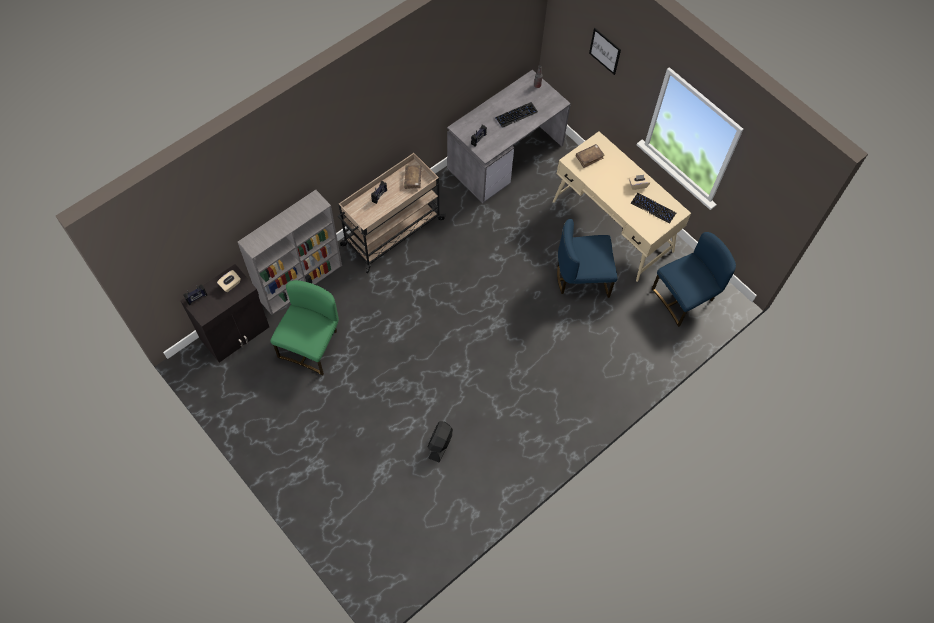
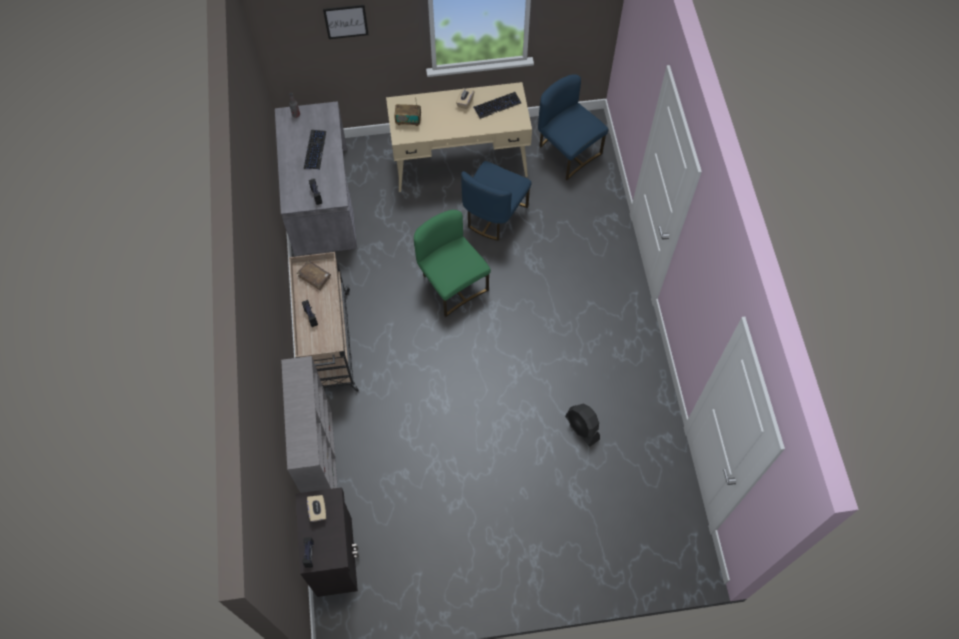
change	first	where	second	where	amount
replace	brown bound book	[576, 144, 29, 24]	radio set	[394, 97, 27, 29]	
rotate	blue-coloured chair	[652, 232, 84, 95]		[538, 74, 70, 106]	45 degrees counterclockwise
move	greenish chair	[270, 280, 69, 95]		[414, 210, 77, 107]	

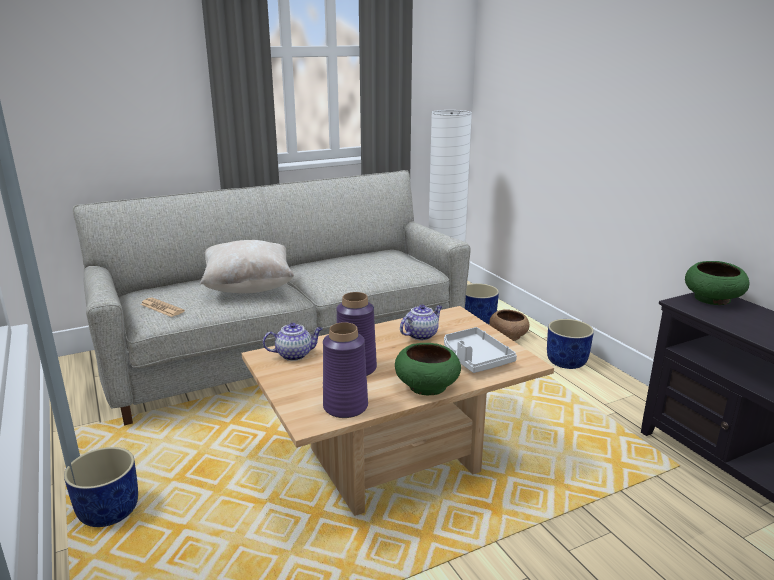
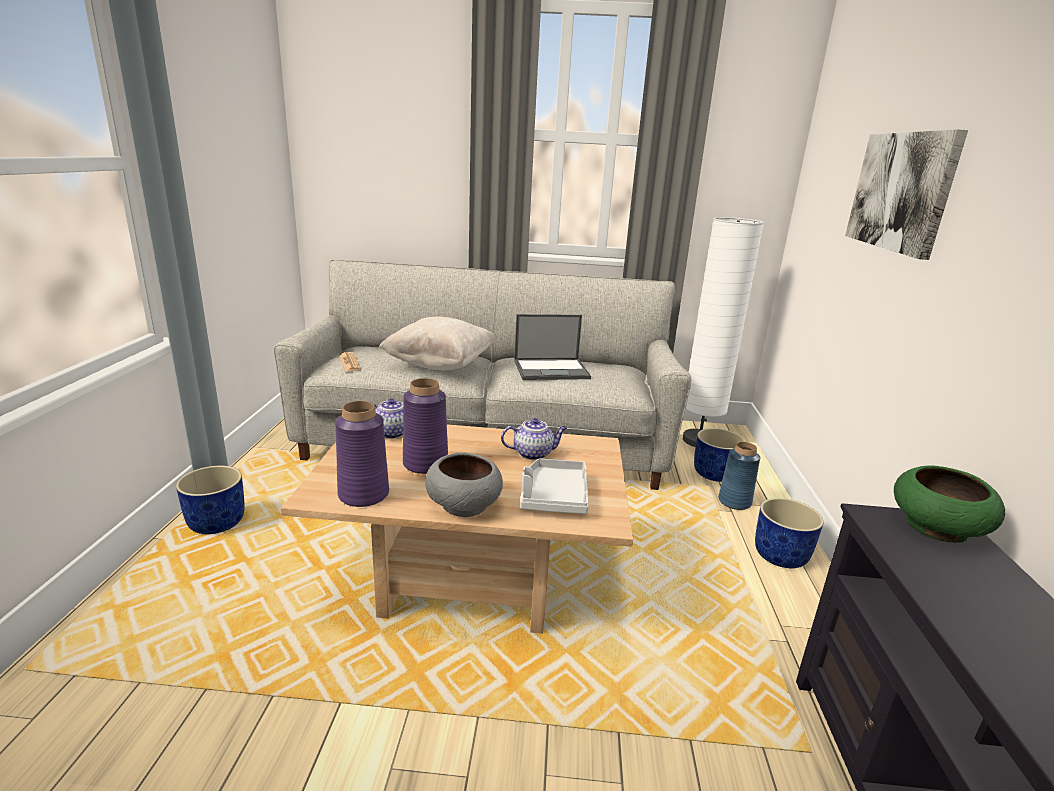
change	first	where	second	where	amount
replace	brown serving bowl	[489, 309, 40, 32]	blue-coloured flower vase	[718, 442, 42, 68]	
recolor	greenish serving bowl	[395, 343, 66, 52]	greyish serving bowl	[425, 452, 78, 65]	
insert			wall art	[845, 129, 123, 131]	
insert			laptop	[514, 314, 77, 66]	

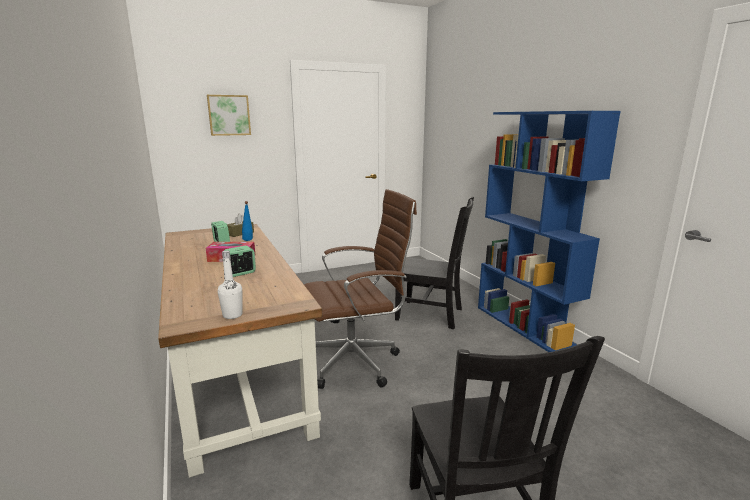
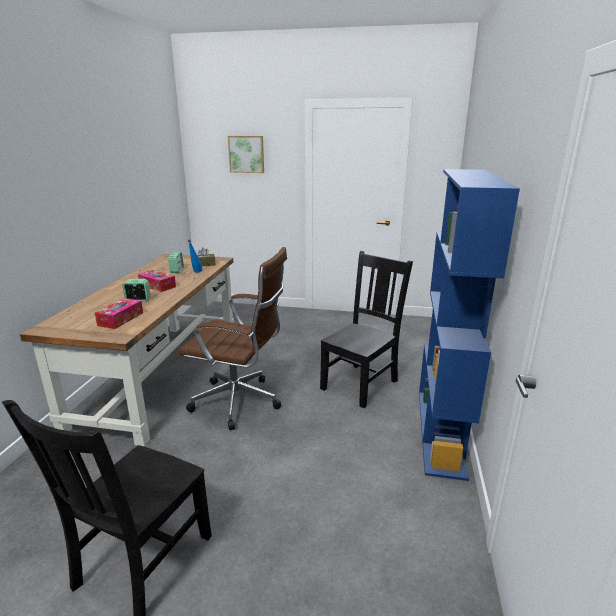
change	first	where	second	where	amount
rotate	black-coloured chair	[395, 197, 79, 132]		[320, 251, 93, 157]	105 degrees counterclockwise
delete	whitish bottle	[218, 251, 25, 68]			
insert			tissue holder	[95, 298, 48, 31]	

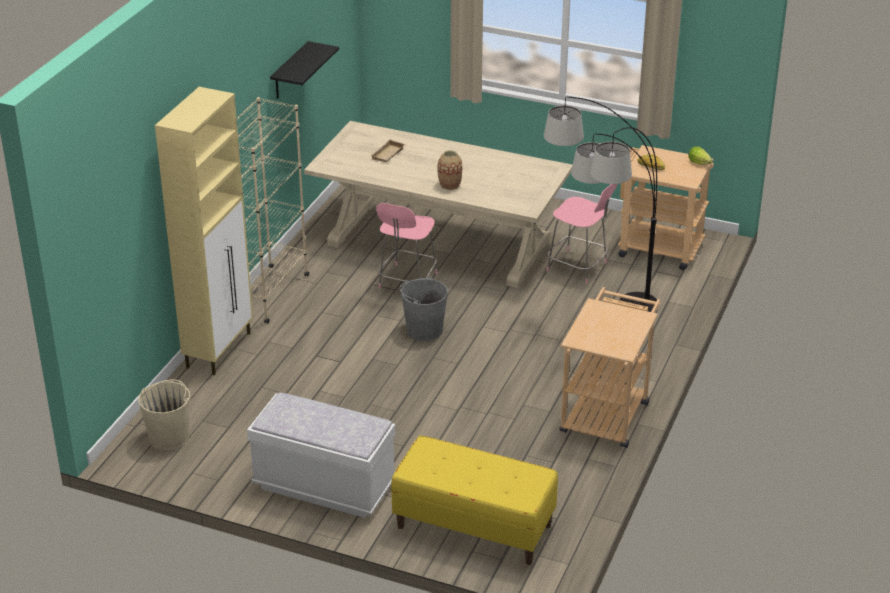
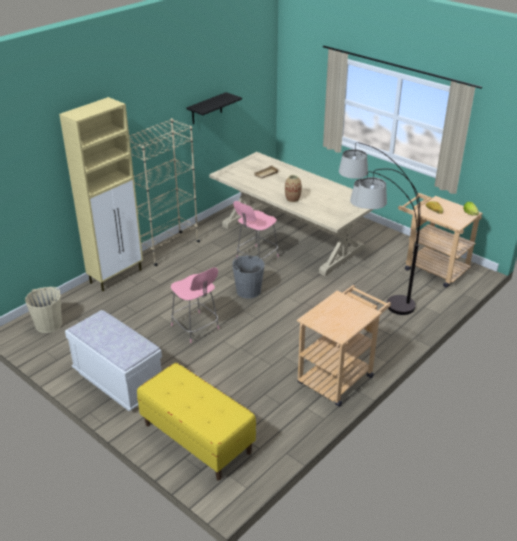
change	first	where	second	where	amount
move	pink chair	[547, 184, 70, 100]		[171, 268, 48, 75]	

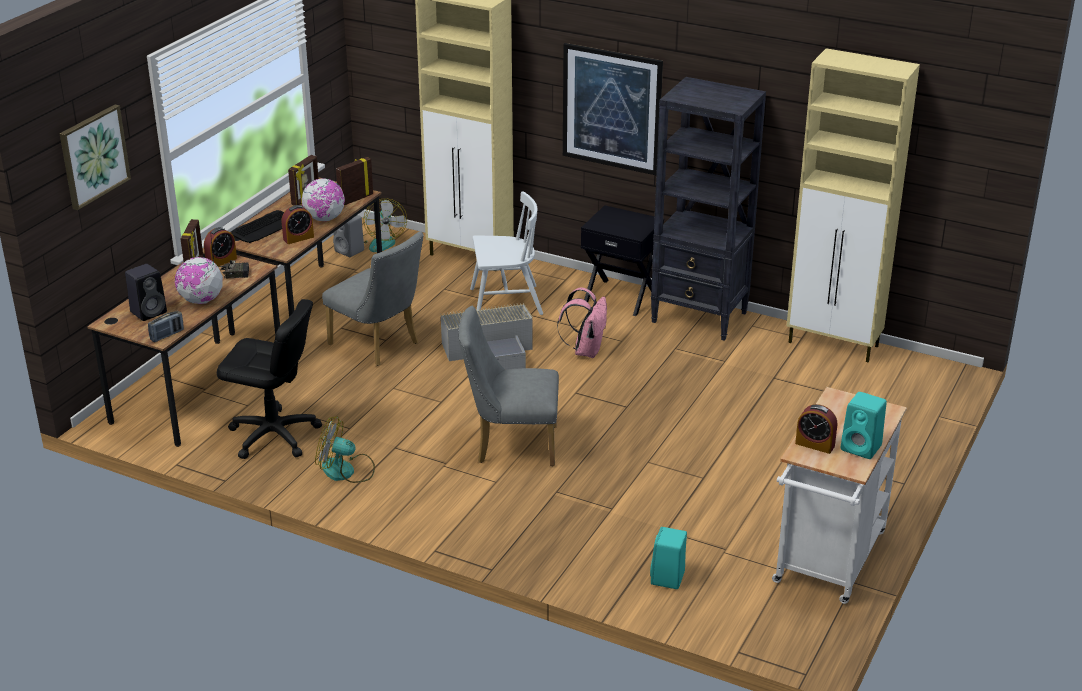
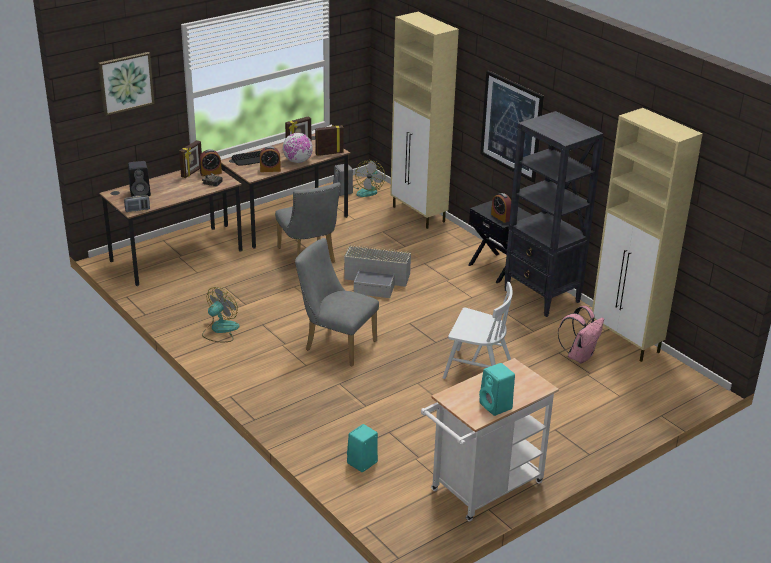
change	first	where	second	where	amount
move	whitish chair	[470, 191, 73, 124]		[443, 282, 70, 97]	
delete	world globe	[175, 257, 48, 47]			
move	pink backpack	[557, 287, 50, 71]		[558, 306, 46, 57]	
delete	black-coloured desk chair	[217, 299, 105, 160]			
move	bedside clock	[795, 404, 42, 50]		[491, 193, 20, 30]	
rotate	electric fan	[315, 416, 60, 67]		[202, 287, 38, 55]	90 degrees clockwise

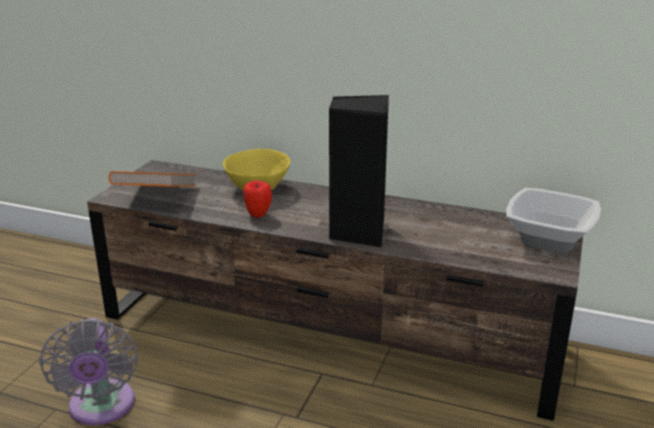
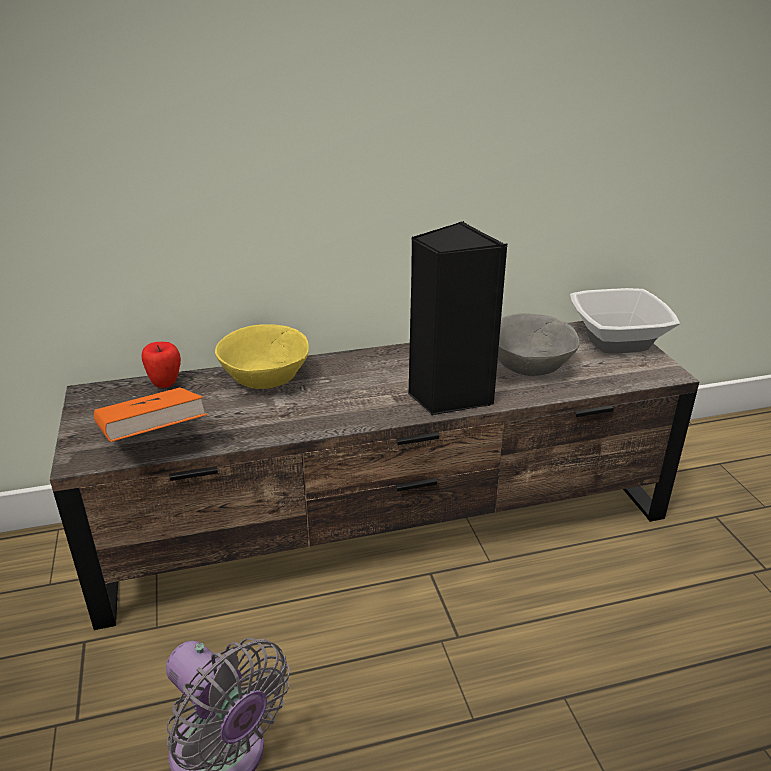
change	first	where	second	where	amount
move	apple	[243, 181, 29, 37]		[142, 342, 39, 46]	
insert			greyish serving bowl	[498, 313, 82, 63]	

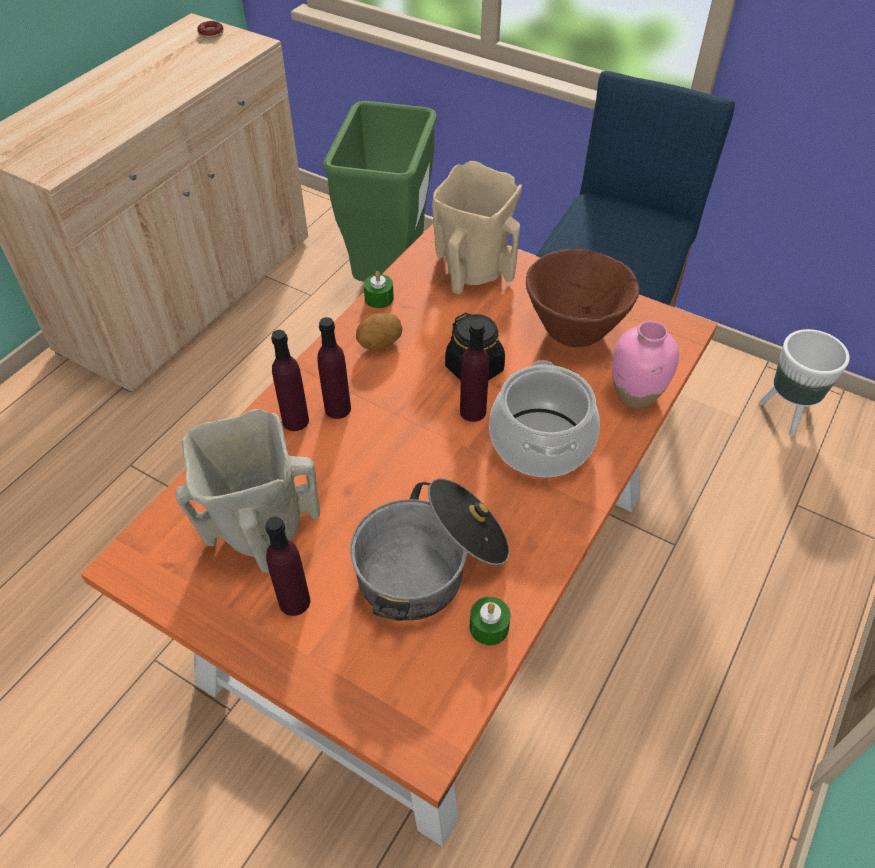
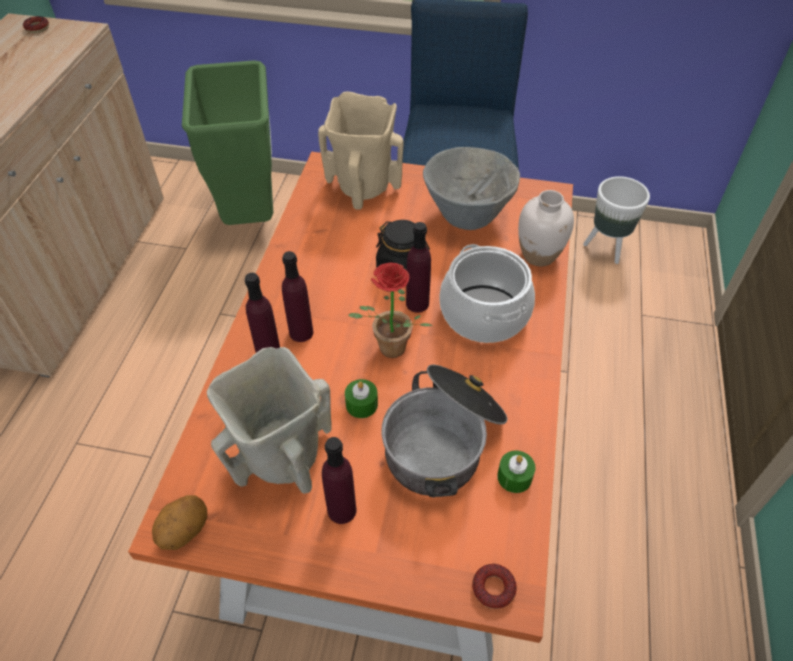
change	first	where	second	where	amount
recolor	brown serving bowl	[526, 249, 114, 98]	greyish serving bowl	[423, 147, 97, 83]	
move	greenish candle	[364, 271, 30, 37]		[345, 379, 33, 39]	
move	potato	[356, 313, 46, 37]		[152, 495, 55, 55]	
recolor	pink flower vase	[612, 321, 67, 88]	whitish flower vase	[518, 190, 56, 77]	
insert			plant in a pot	[348, 263, 85, 95]	
insert			ring doughnut	[472, 564, 45, 45]	

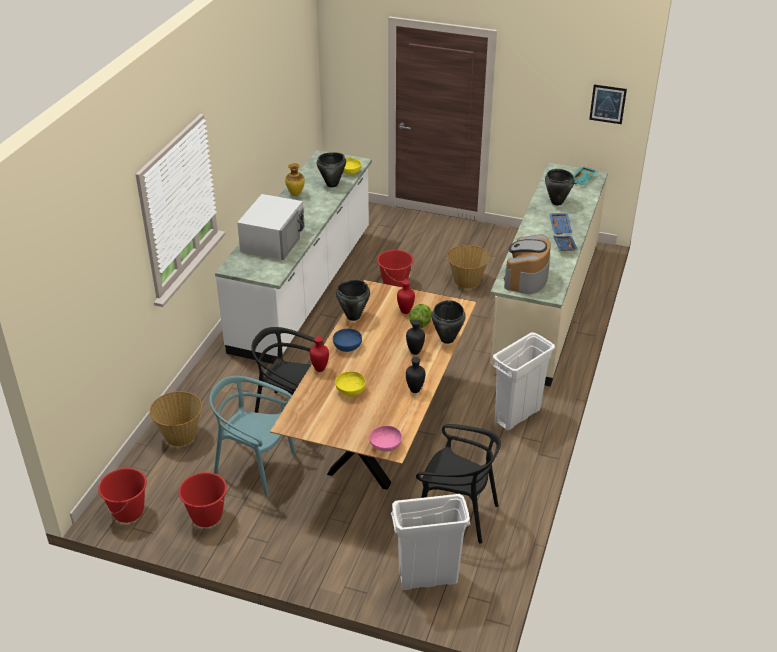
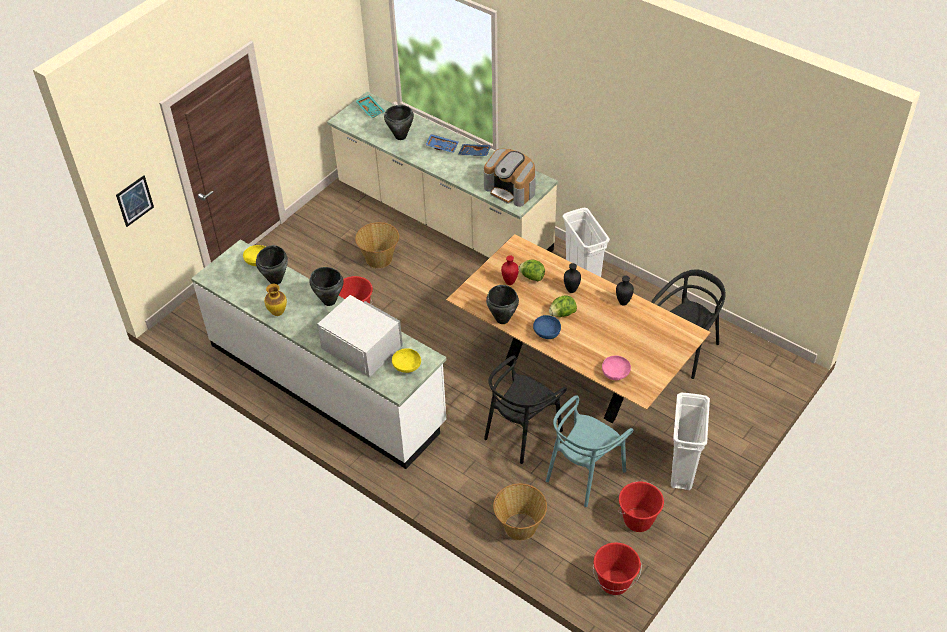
change	first	where	second	where	amount
move	wall art	[589, 84, 38, 40]		[116, 175, 38, 52]	
move	black-coloured cooking pot	[432, 300, 34, 44]		[310, 267, 34, 39]	
delete	red-coloured flower vase	[310, 336, 19, 36]			
move	yellowish serving bowl	[335, 371, 31, 26]		[392, 348, 29, 25]	
move	pink serving bowl	[369, 426, 33, 26]		[602, 356, 29, 24]	
move	whitish trash can	[391, 494, 80, 96]		[671, 393, 39, 97]	
insert			lettuce head	[549, 295, 28, 22]	

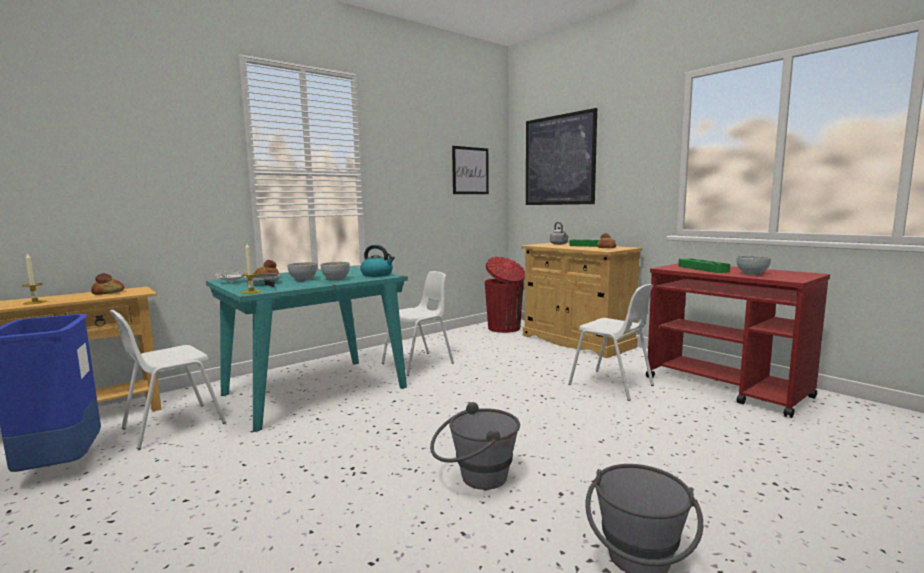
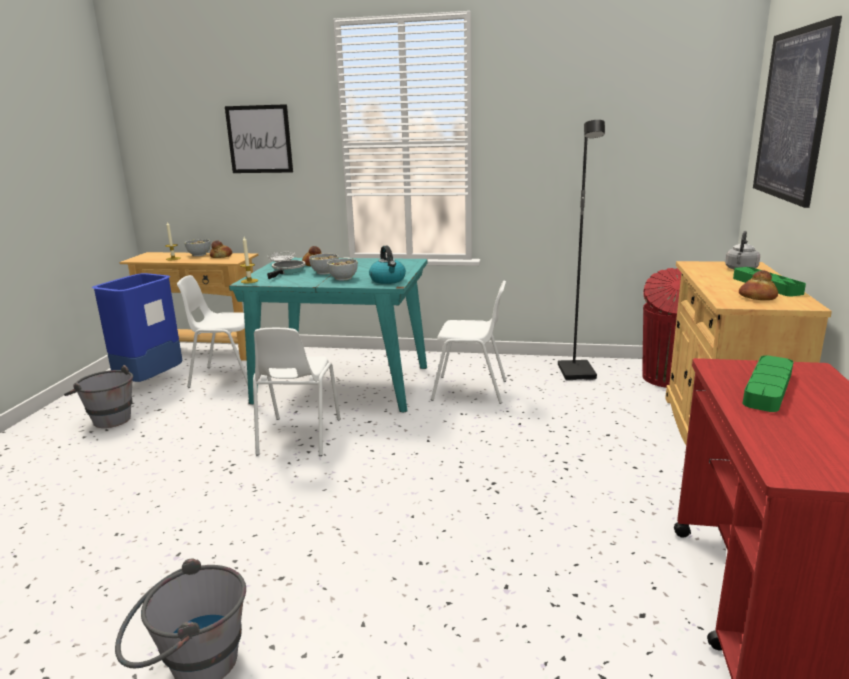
change	first	where	second	where	amount
move	wall art	[452, 146, 37, 48]		[225, 104, 68, 69]	
move	serving bowl	[737, 256, 34, 19]		[185, 239, 25, 17]	
move	whitish chair	[568, 284, 86, 117]		[253, 328, 88, 128]	
move	greyish pail	[430, 402, 90, 88]		[64, 365, 69, 63]	
insert			black-coloured standing lamp	[558, 120, 47, 260]	

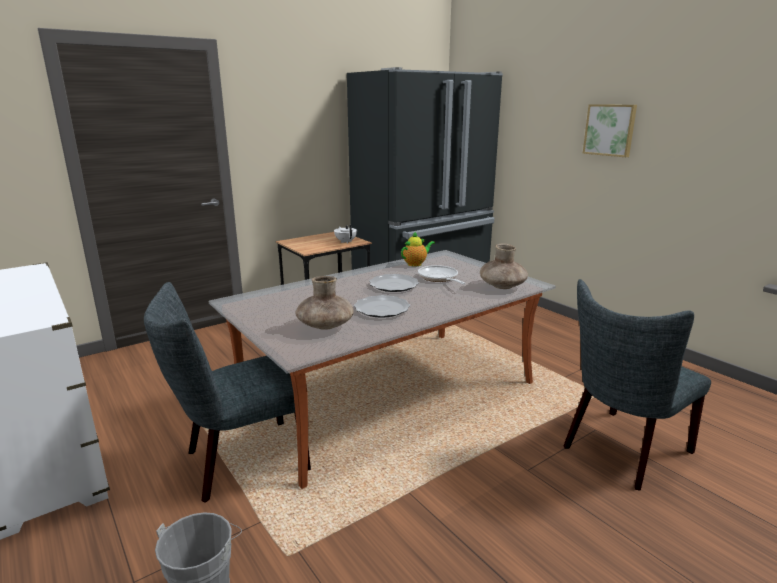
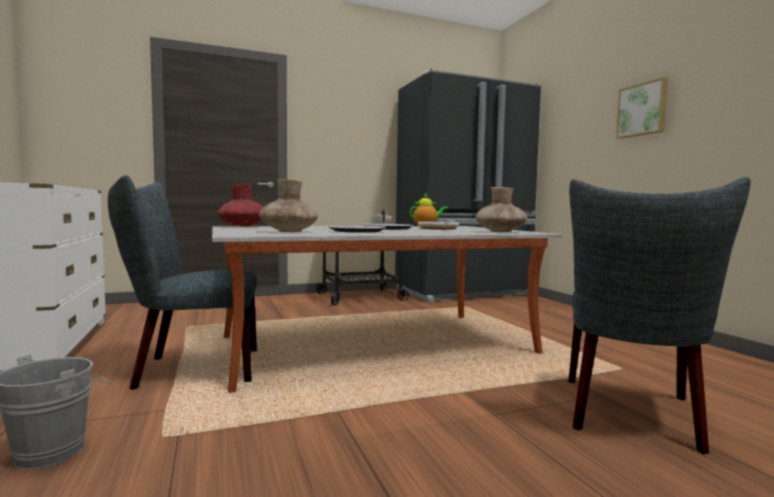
change	first	where	second	where	amount
rotate	greyish chair	[563, 279, 148, 212]		[568, 177, 183, 277]	45 degrees counterclockwise
insert			red-coloured flower vase	[217, 184, 46, 43]	

